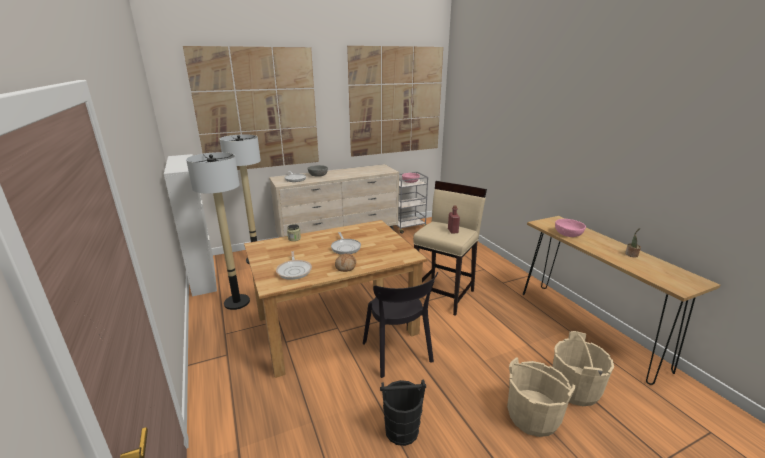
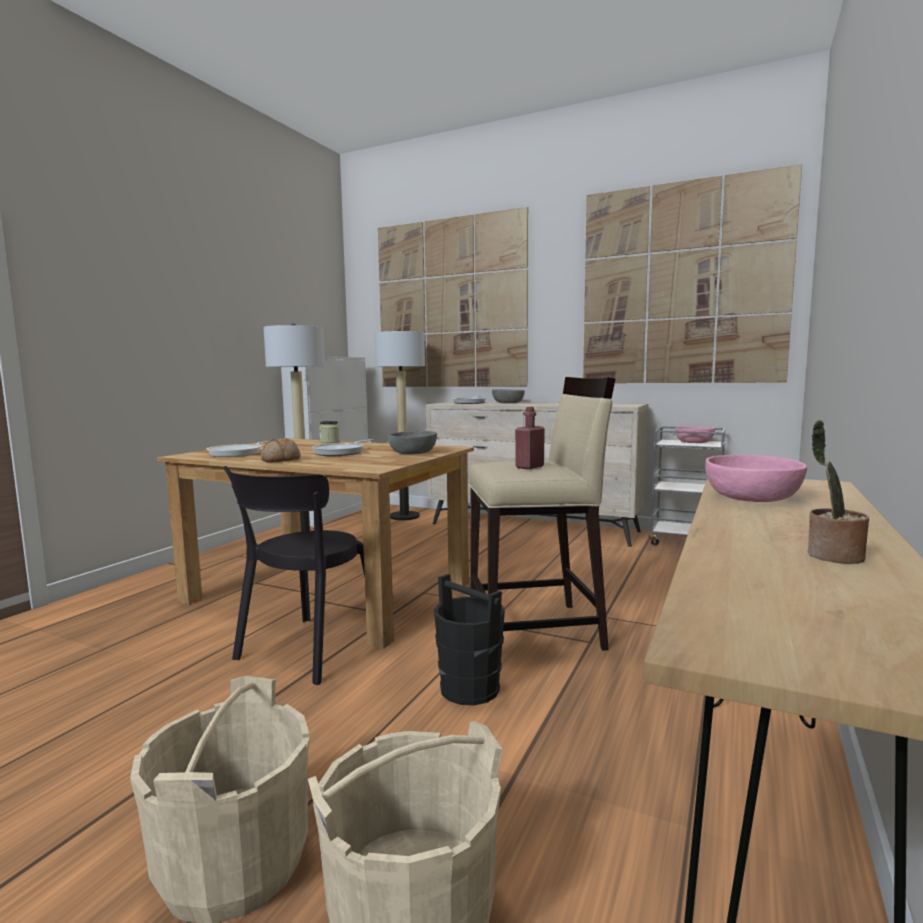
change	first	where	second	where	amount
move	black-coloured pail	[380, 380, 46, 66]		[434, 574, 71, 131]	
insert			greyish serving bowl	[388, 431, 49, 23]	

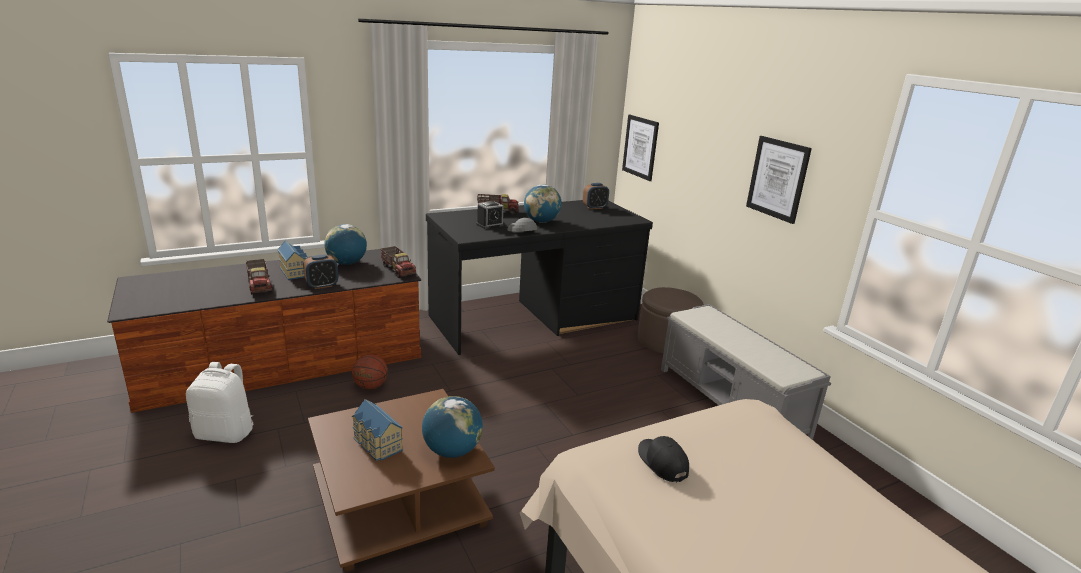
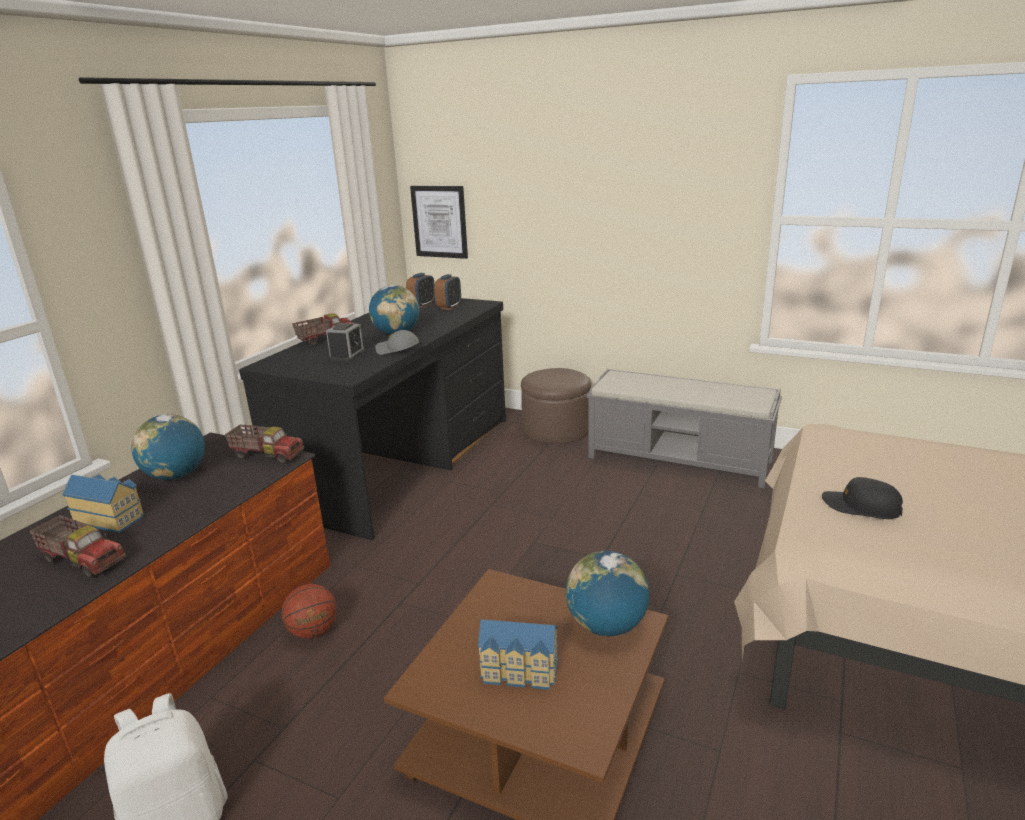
change	first	where	second	where	amount
delete	wall art	[746, 136, 66, 88]			
move	bedside clock	[303, 254, 35, 35]		[434, 274, 27, 36]	

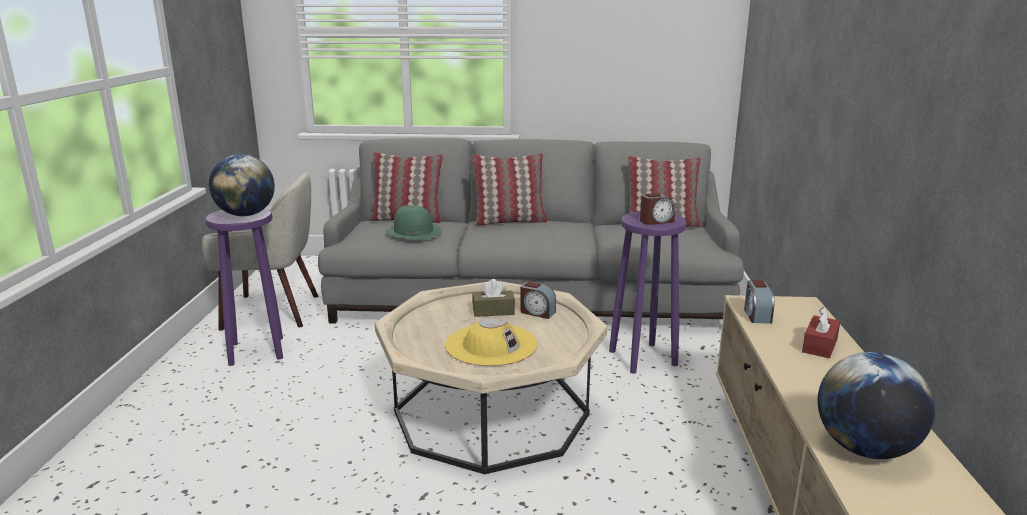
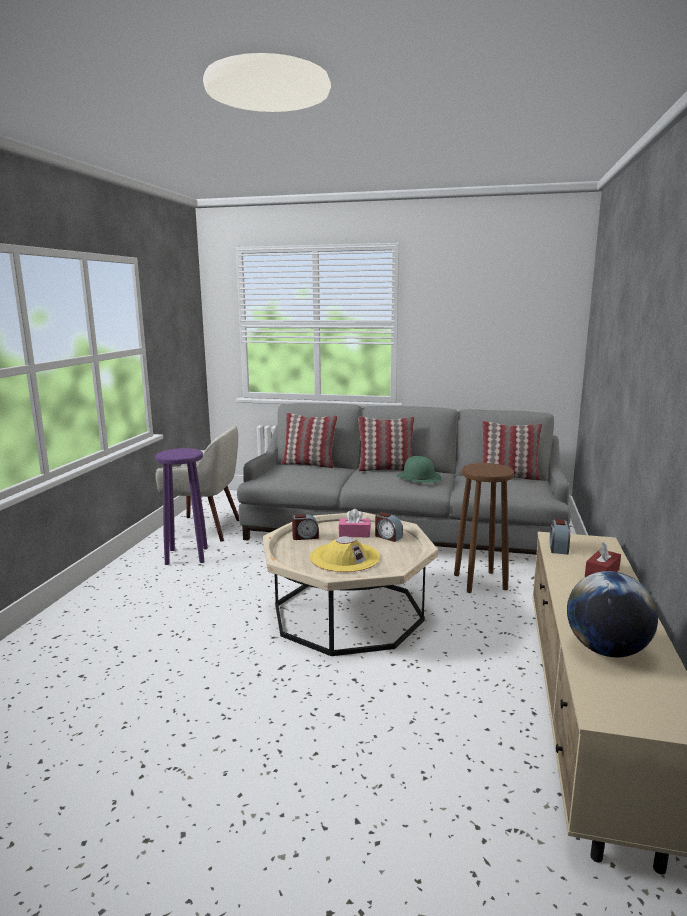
change	first	where	second	where	amount
delete	world globe	[209, 154, 66, 62]			
move	bedside clock	[640, 193, 35, 32]		[292, 514, 27, 26]	
move	greenish wearable hat	[385, 205, 57, 35]		[397, 456, 44, 27]	
recolor	purple-coloured stool seat	[609, 211, 78, 163]	brown stool seat	[454, 463, 60, 130]	
recolor	brown tissue holder	[472, 279, 43, 38]	pink tissue holder	[339, 509, 32, 28]	

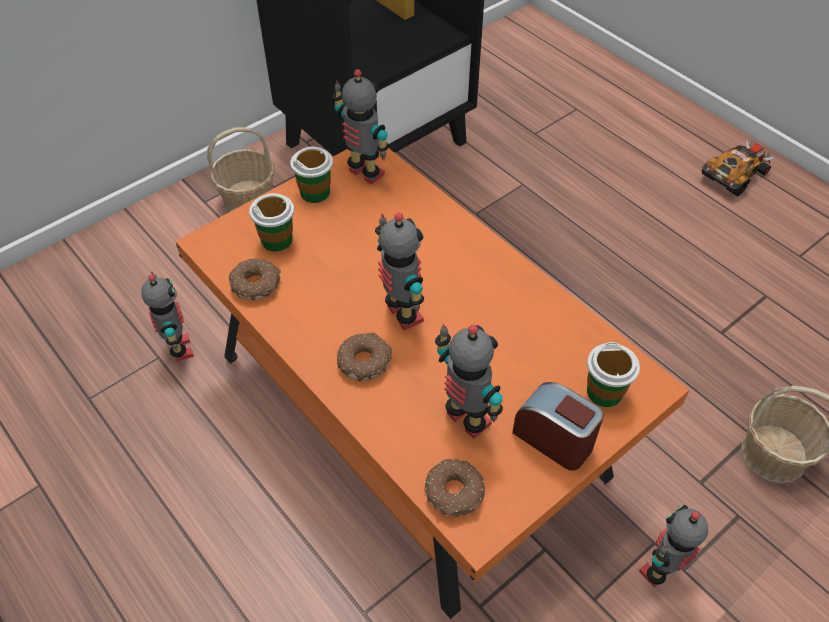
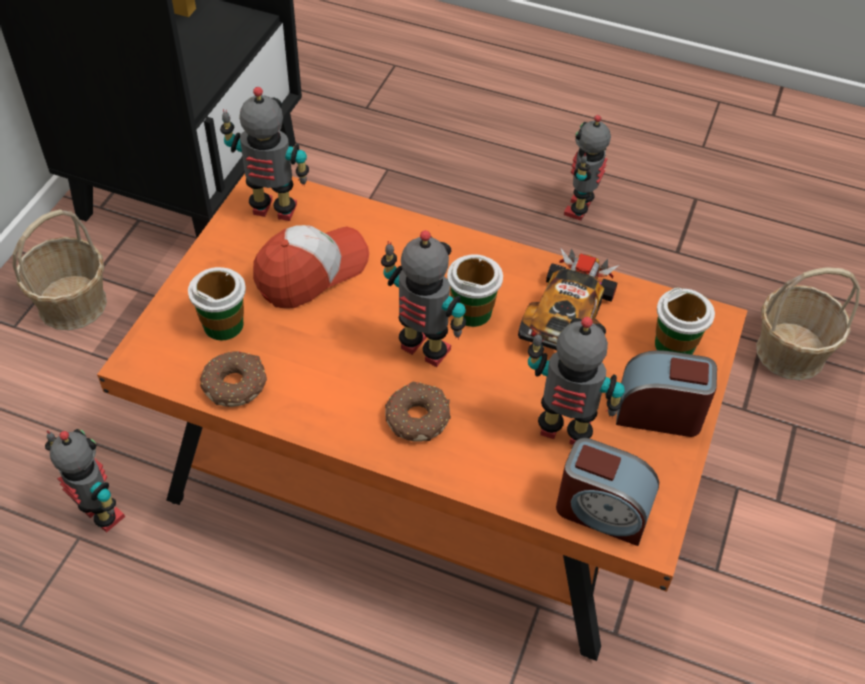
change	first	where	second	where	amount
move	miniature car	[701, 141, 74, 55]		[518, 247, 101, 103]	
move	cup	[290, 147, 43, 56]		[447, 254, 56, 73]	
replace	ring doughnut	[425, 459, 60, 58]	bedside clock	[556, 438, 103, 108]	
move	model robot	[639, 505, 69, 82]		[564, 115, 47, 106]	
insert			baseball cap	[253, 225, 116, 83]	

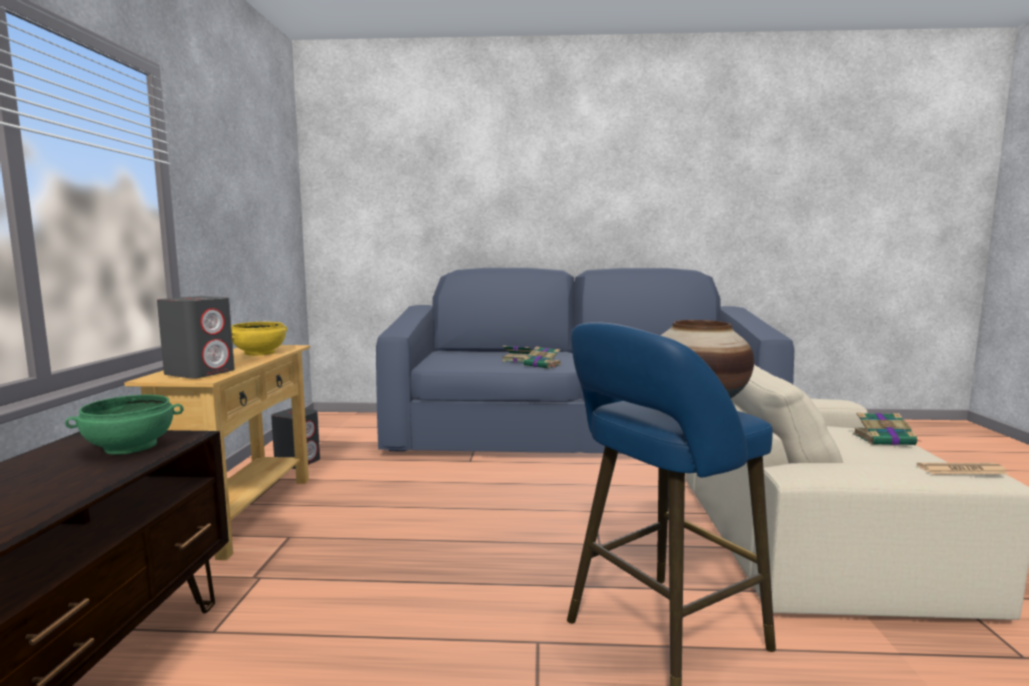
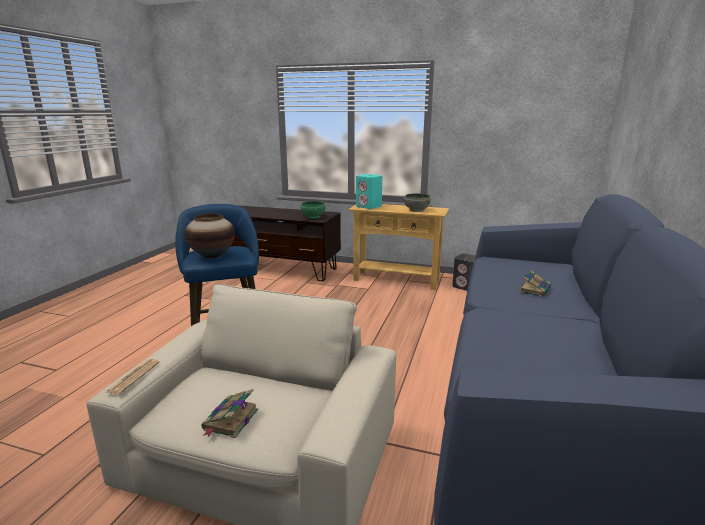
change	first	where	second	where	amount
recolor	greyish audio speaker	[157, 296, 78, 83]	blue-green audio speaker	[356, 174, 26, 35]	
recolor	yellowish serving bowl	[231, 322, 56, 34]	greyish serving bowl	[404, 193, 27, 19]	
delete	bound book	[523, 346, 38, 23]			

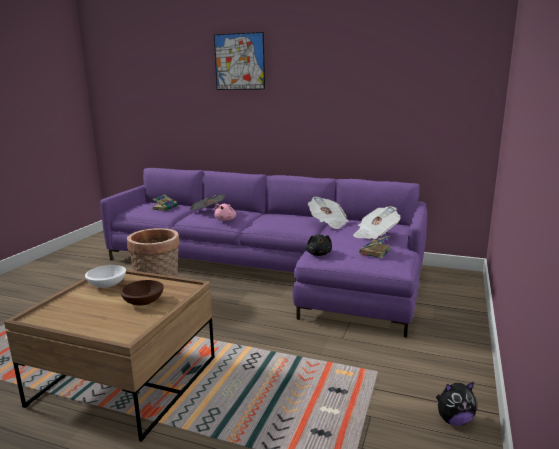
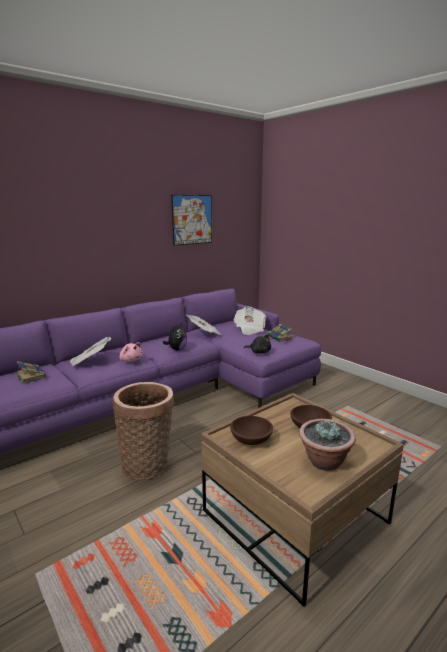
change	first	where	second	where	amount
move	wall art	[214, 32, 51, 58]		[171, 195, 41, 51]	
recolor	whitish serving bowl	[85, 265, 41, 23]	brown serving bowl	[230, 416, 43, 29]	
move	cuddly toy	[436, 382, 41, 44]		[163, 322, 24, 28]	
insert			plant in a pot	[299, 419, 57, 52]	

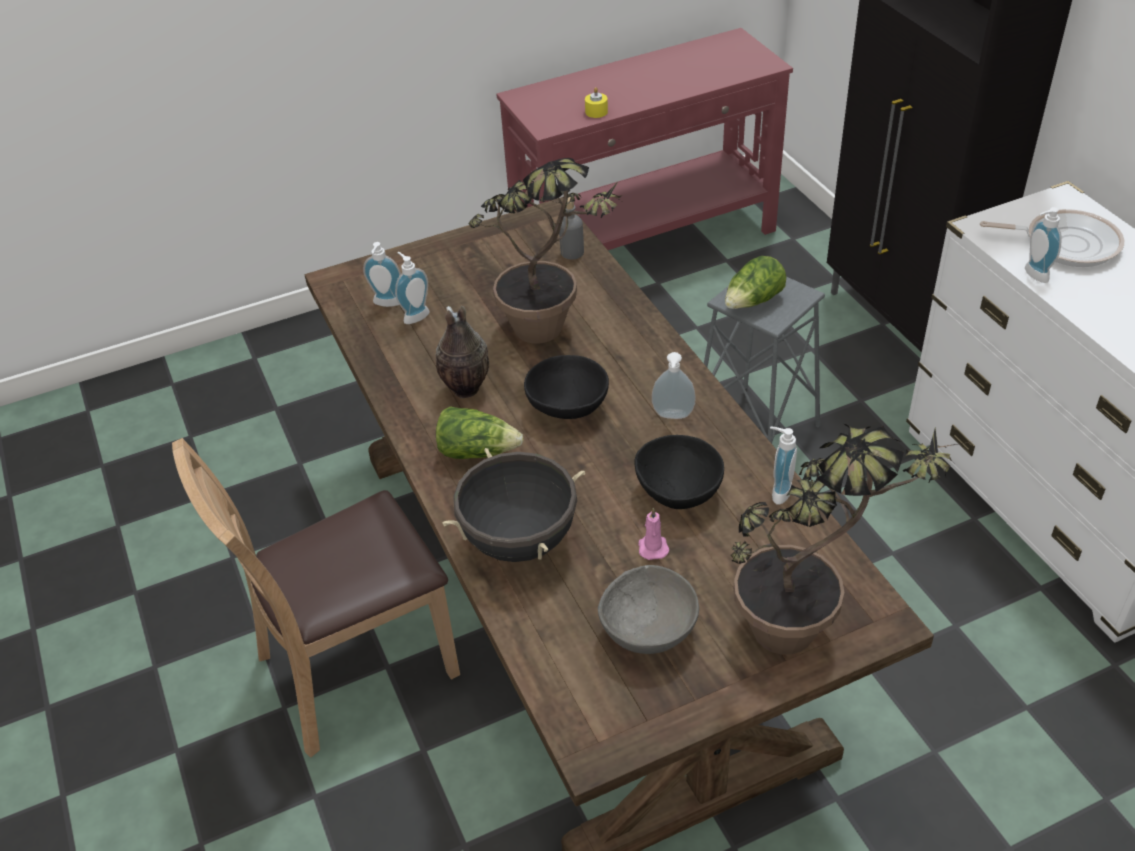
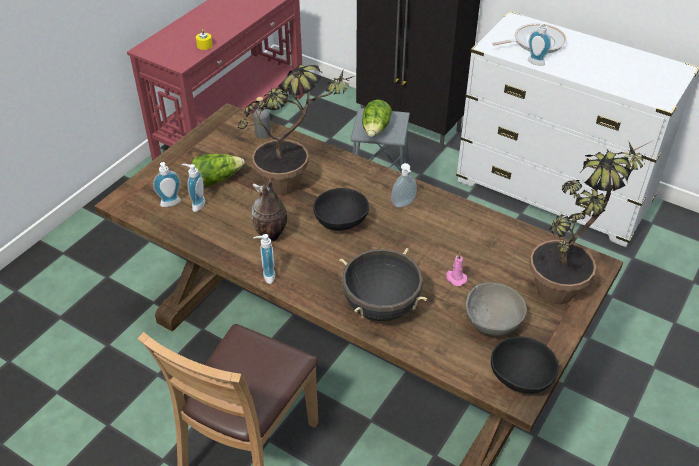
change	first	where	second	where	amount
move	lettuce head	[436, 406, 88, 53]		[192, 154, 53, 32]	
move	liquid soap bottle	[770, 427, 27, 77]		[253, 234, 22, 50]	
move	black-coloured serving bowl	[635, 435, 89, 74]		[491, 336, 68, 58]	

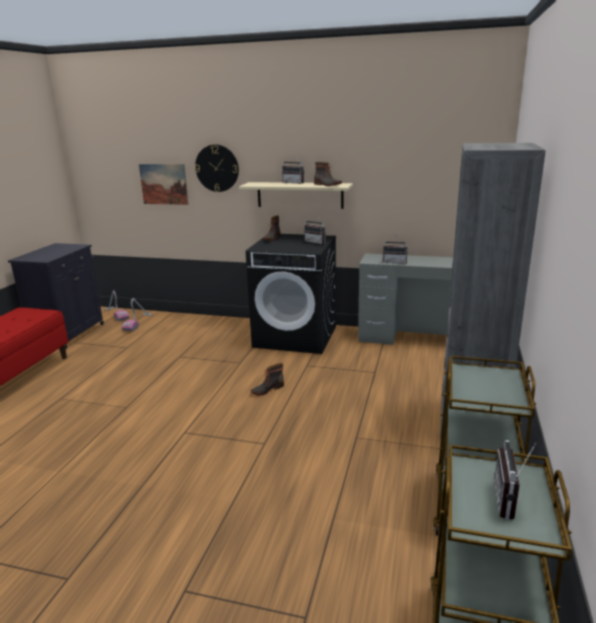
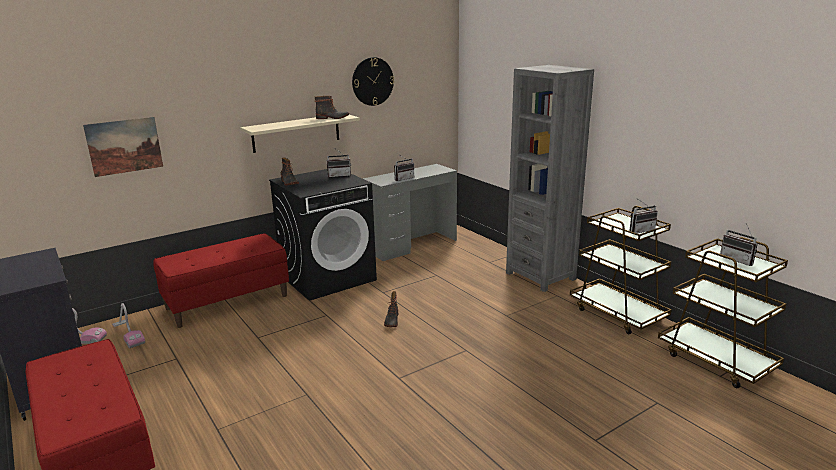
change	first	where	second	where	amount
move	clock on the wall	[195, 145, 44, 47]		[352, 57, 42, 49]	
move	radio set	[282, 155, 22, 29]		[629, 199, 29, 34]	
insert			red-coloured long seat	[153, 233, 136, 95]	

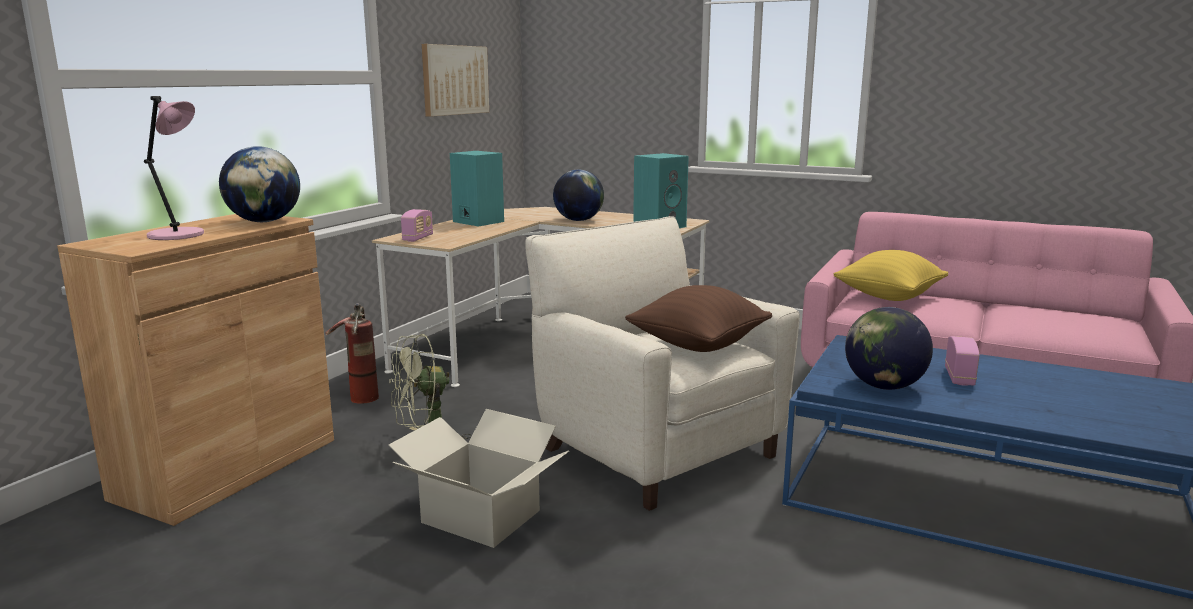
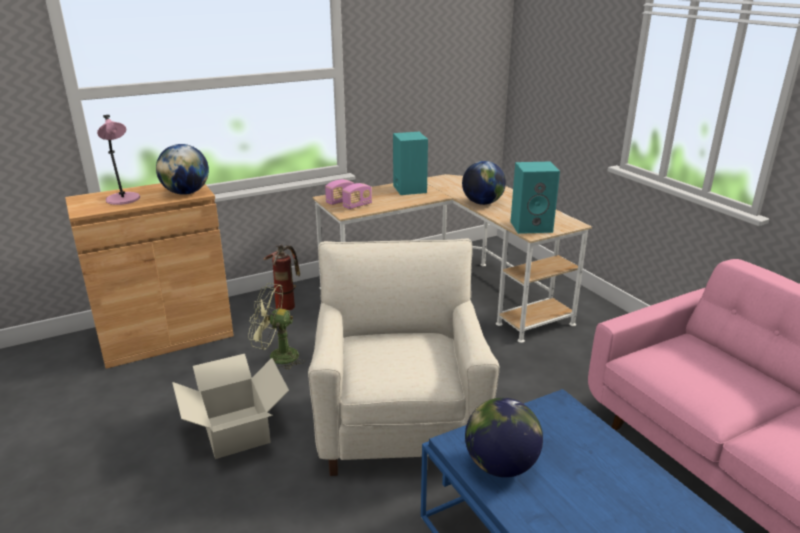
change	first	where	second	where	amount
delete	wall art	[422, 44, 67, 73]			
delete	yellowish cushion	[834, 250, 114, 51]			
delete	brown cushion	[625, 285, 147, 67]			
move	radio set	[945, 336, 35, 50]		[342, 183, 30, 26]	

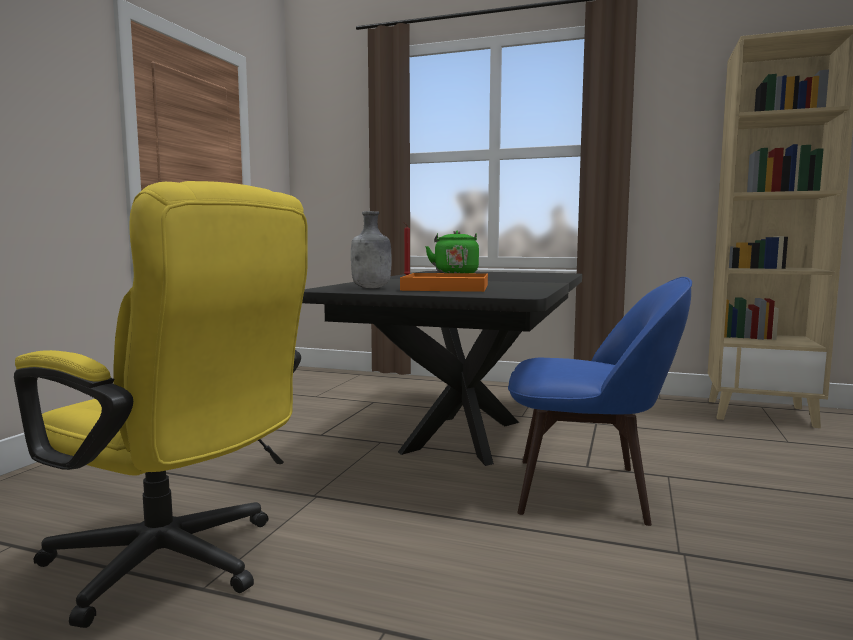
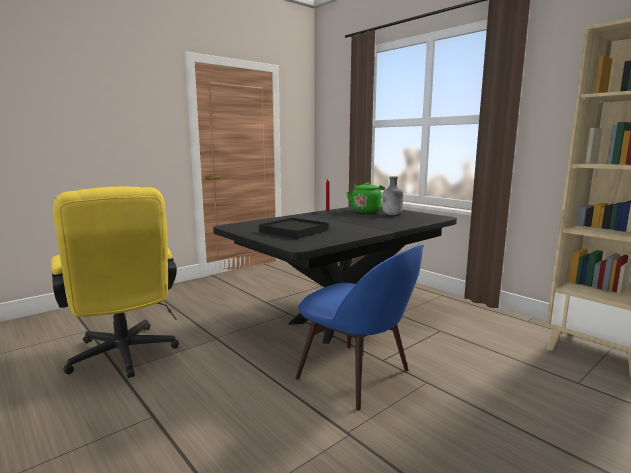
change	first	where	second	where	amount
move	greyish bottle	[351, 211, 40, 77]		[382, 176, 21, 39]	
recolor	orangey serving tray	[400, 273, 88, 19]	black-coloured serving tray	[259, 218, 70, 21]	

